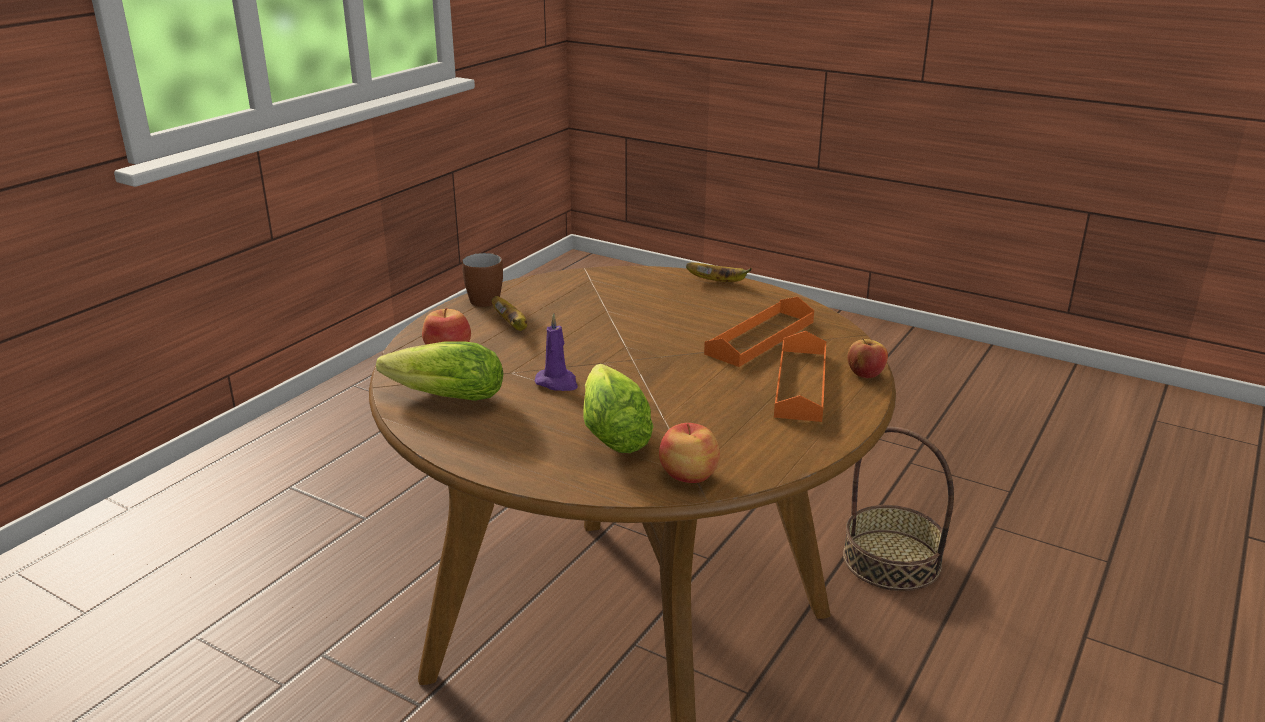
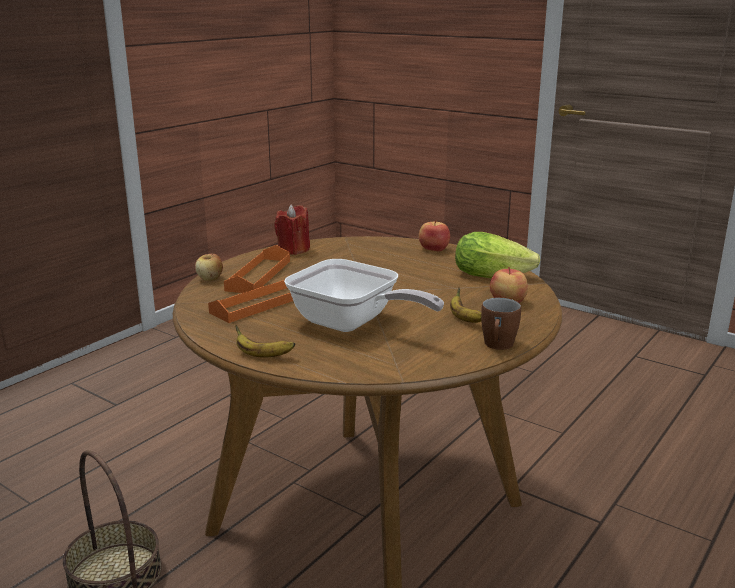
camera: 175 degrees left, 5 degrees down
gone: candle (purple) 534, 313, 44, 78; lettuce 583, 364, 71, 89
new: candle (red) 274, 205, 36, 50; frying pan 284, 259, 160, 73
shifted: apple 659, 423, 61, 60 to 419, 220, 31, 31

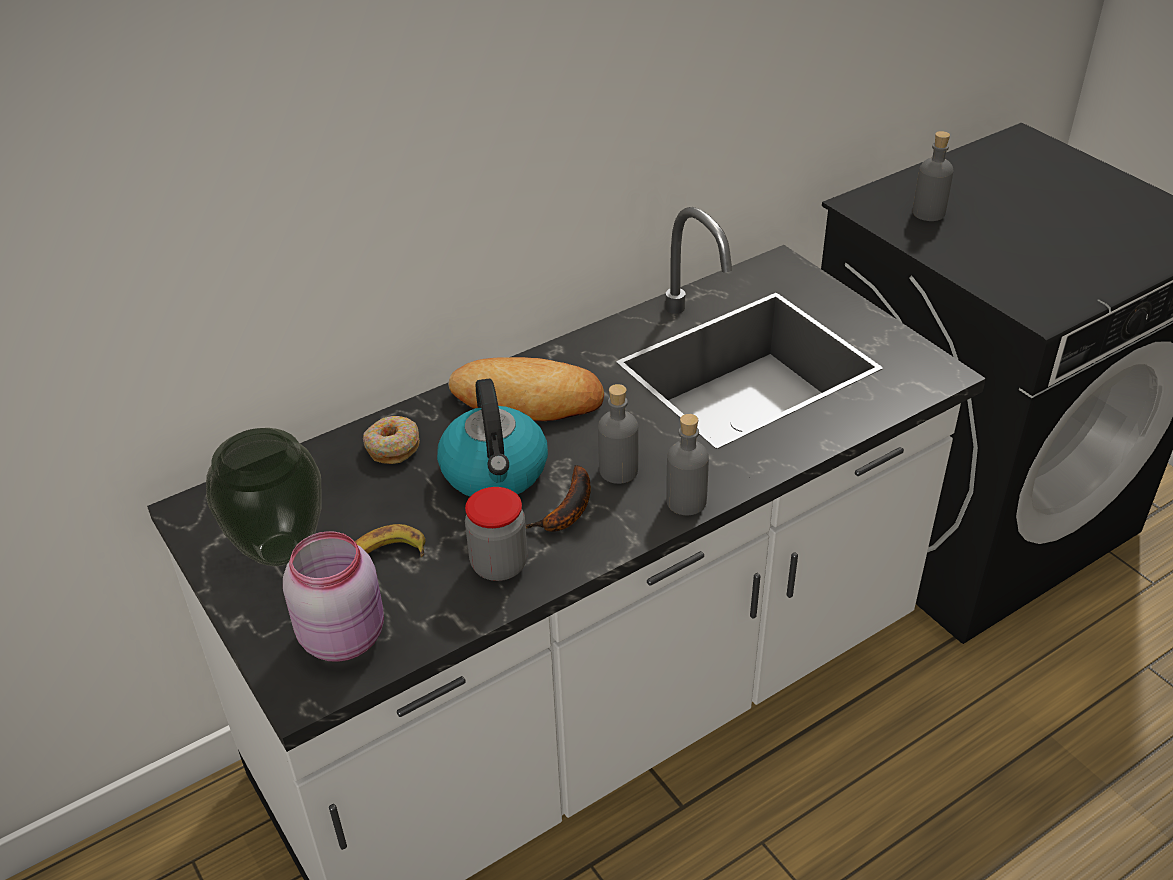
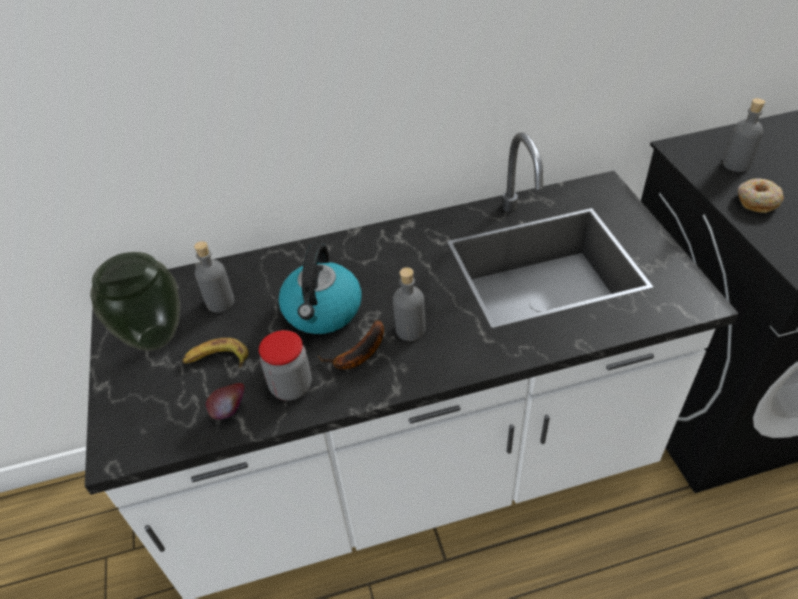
camera: 20 degrees right, 5 degrees up
gone: jar (pink) 283, 531, 101, 131; bread 448, 357, 156, 64
new: apple 206, 383, 38, 37
shifted: donut 363, 416, 57, 48 to 738, 178, 46, 35; bottle (grey) 666, 414, 43, 101 to 194, 241, 40, 71

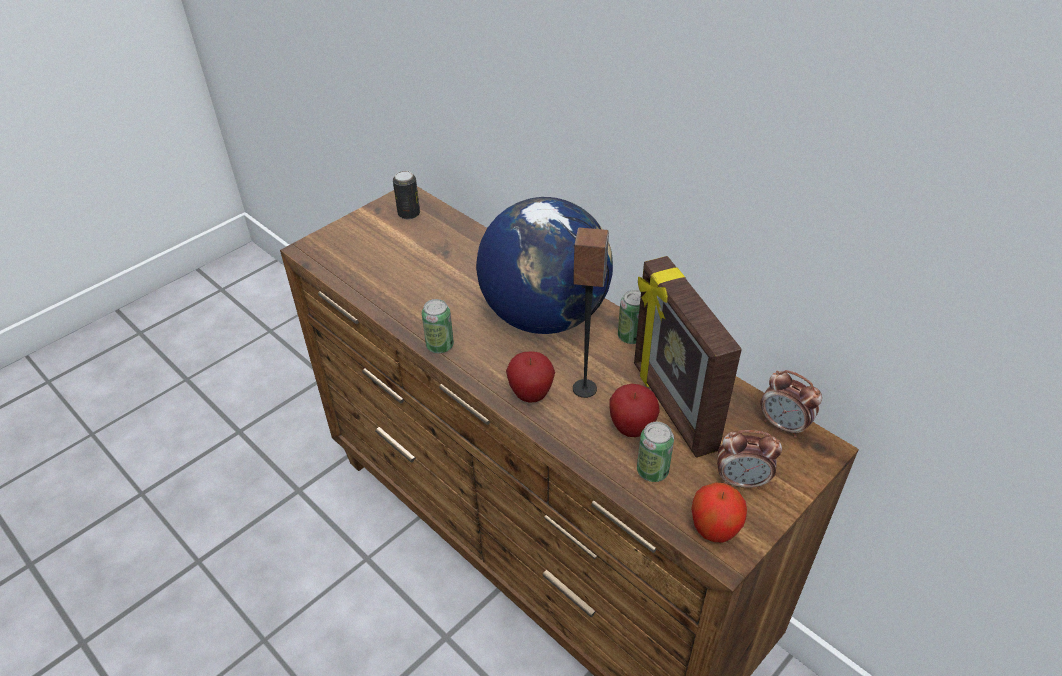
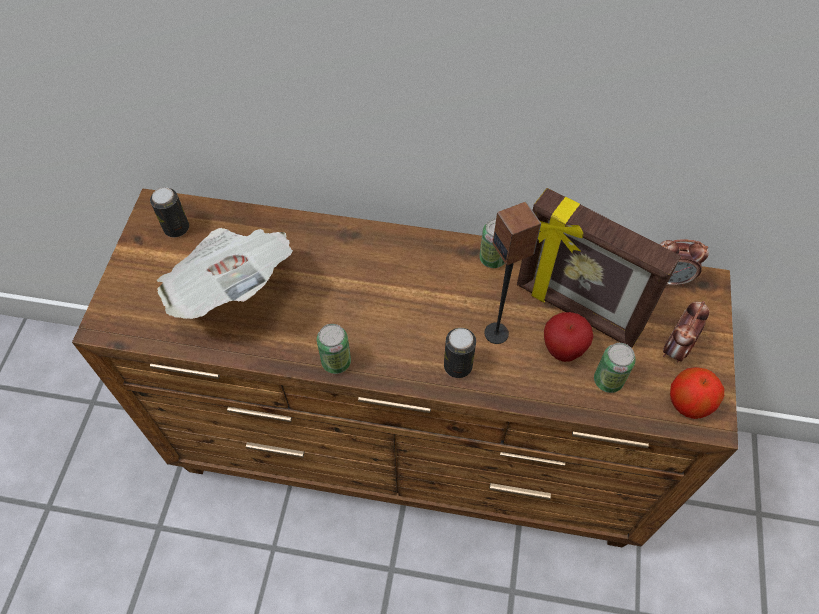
camera: 35 degrees left, 15 degrees up
gone: globe 476, 197, 137, 137
new: newspaper 157, 228, 136, 91
swapped: apple 506, 351, 49, 52 to can 444, 328, 32, 50
rotated: alarm clock 717, 430, 65, 60 = 663, 301, 47, 61 150 degrees clockwise

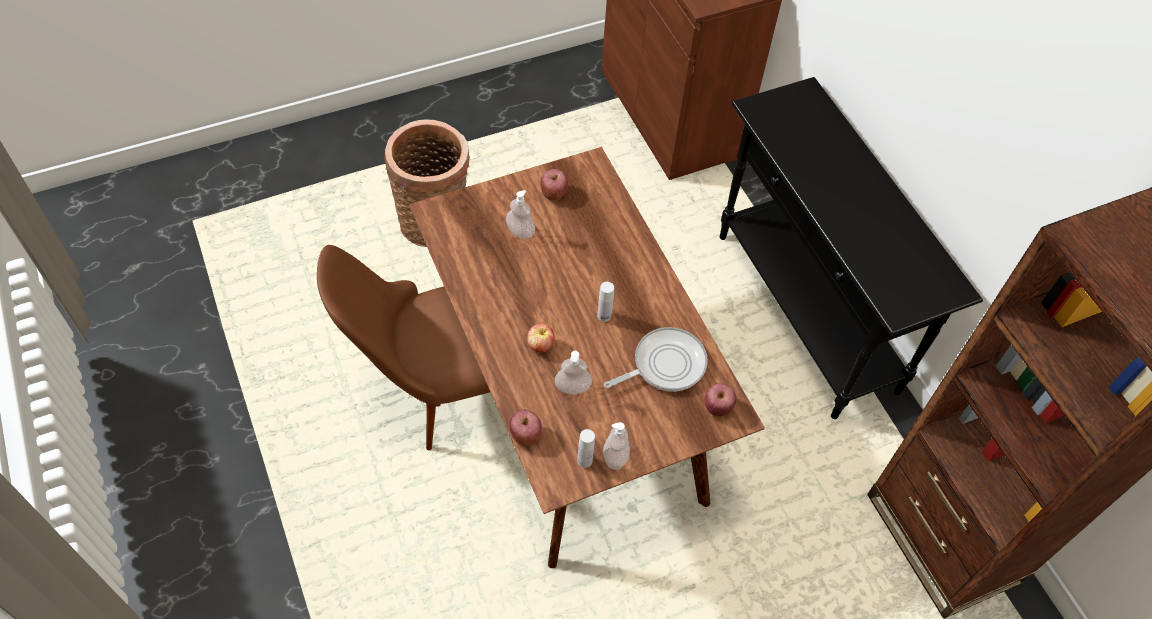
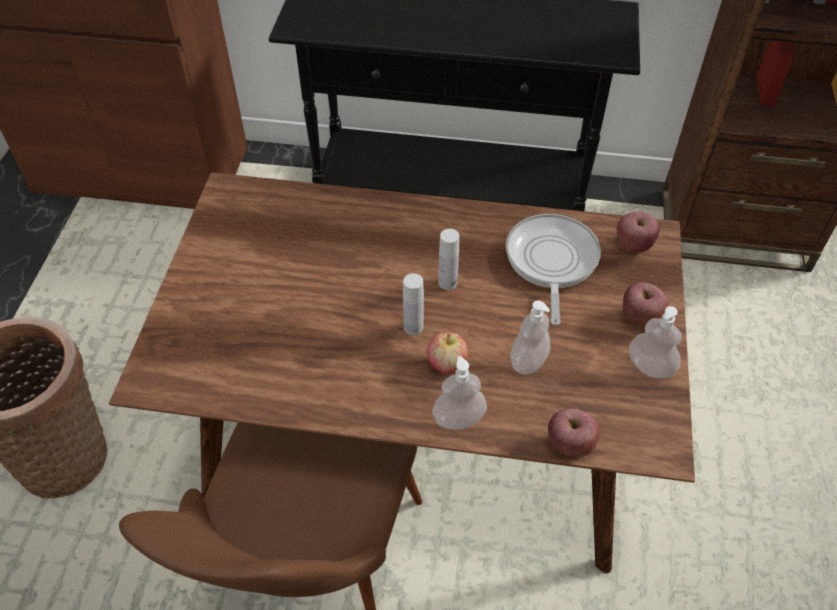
camera: 55 degrees left, 5 degrees down
shifted: soap dispenser 506, 190, 29, 49 to 432, 356, 55, 74; apple 540, 169, 28, 32 to 623, 282, 46, 46; bottle (white) 577, 429, 18, 39 to 403, 273, 21, 62

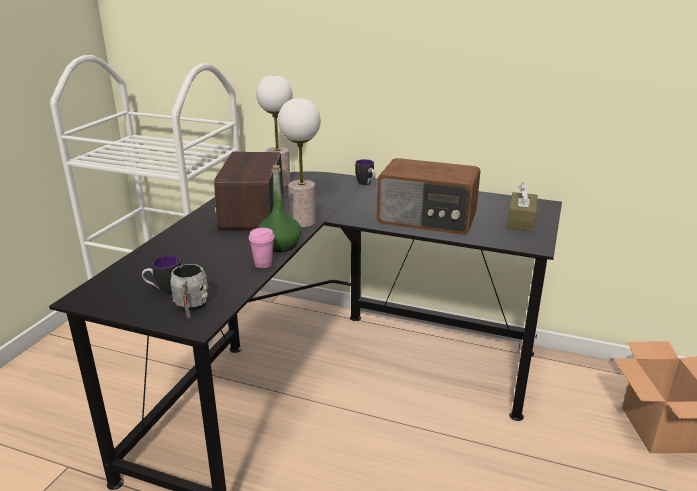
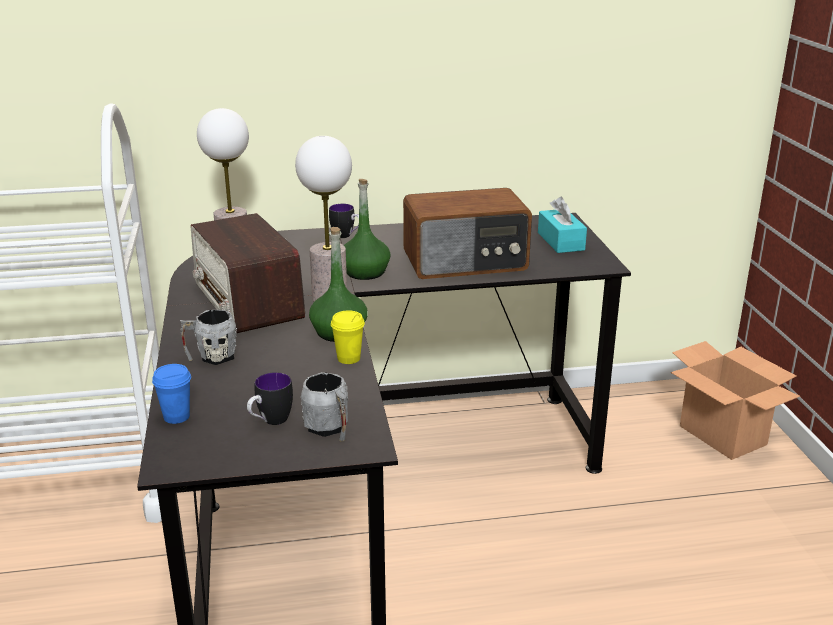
camera: 30 degrees left, 0 degrees up
new: cup (blue) 152, 364, 39, 60; mug (grey) 180, 310, 57, 55; bottle (green) 344, 179, 47, 101
repainted: cup (pink) 249, 228, 26, 40 to cup (yellow) 331, 310, 34, 54; tissue box (brown) 507, 182, 30, 49 to tissue box (turquoise) 538, 197, 49, 56

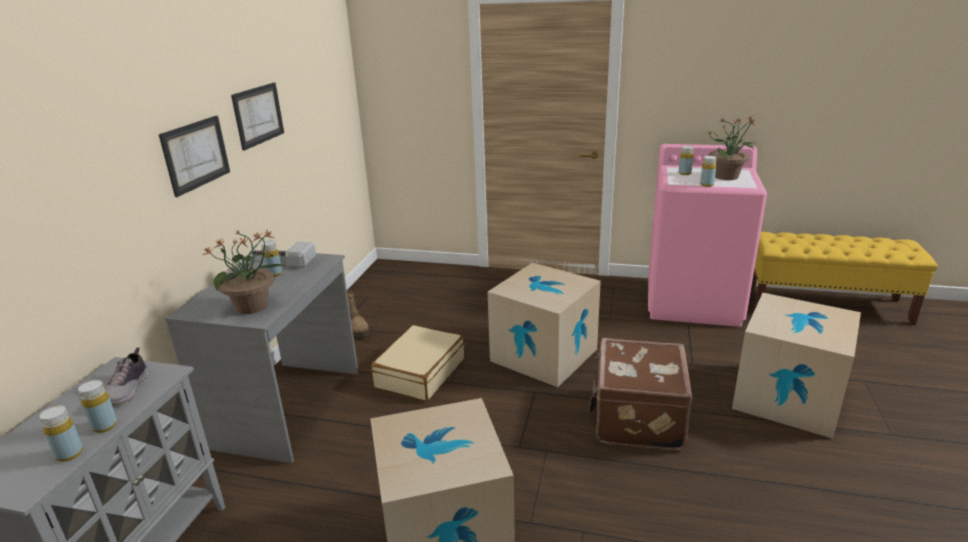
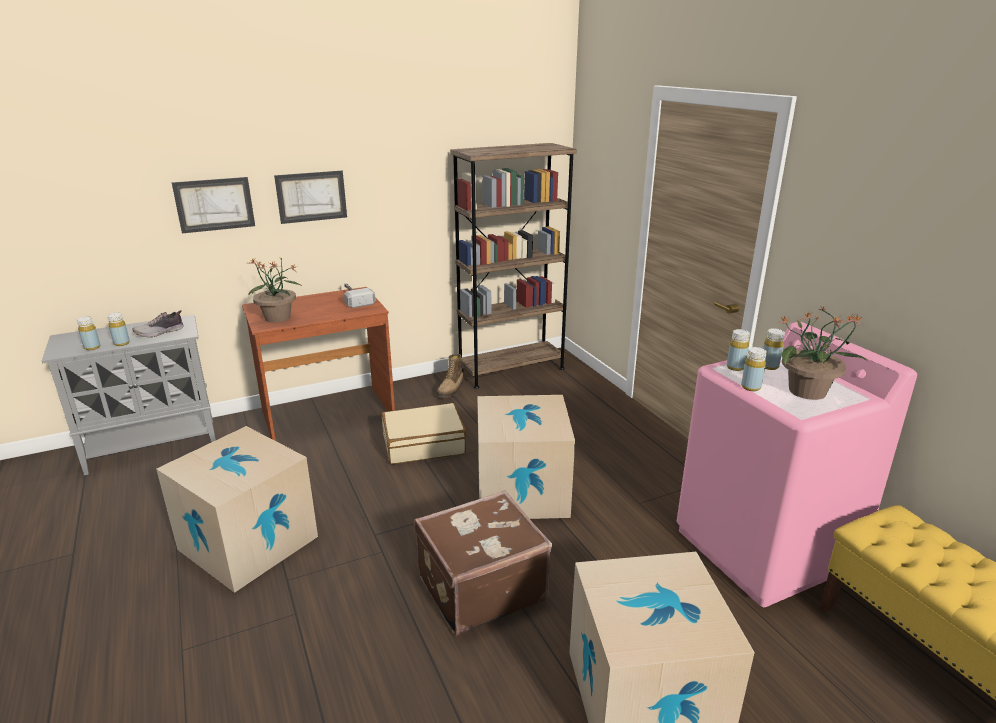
camera: 50 degrees right, 0 degrees up
new: bookcase (brown) 450, 143, 127, 246
shifted: picture 231, 83, 53, 67 to 172, 177, 83, 56; bottle (yellow) 261, 241, 21, 36 to 726, 329, 24, 42
repainted: desk (grey) 165, 249, 194, 214 to desk (brown) 242, 287, 153, 154

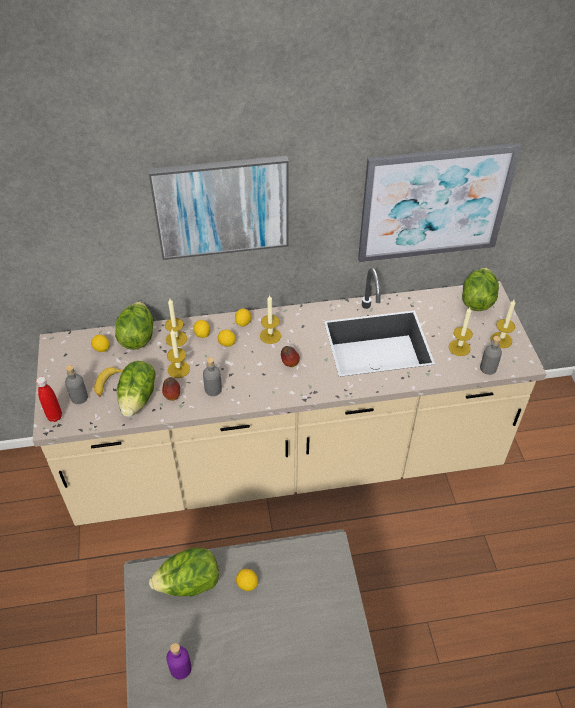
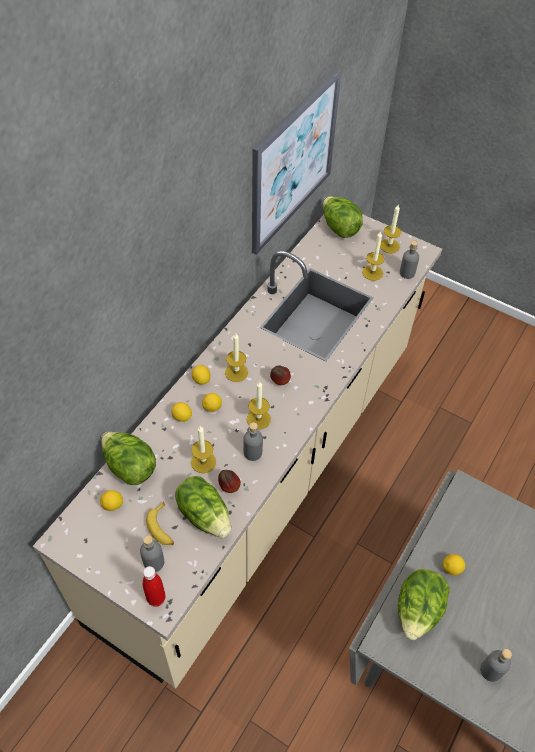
camera: 50 degrees left, 5 degrees up
gone: picture 148, 156, 141, 104
shifted: candle 165, 299, 22, 48 to 247, 381, 24, 49
repainted: bottle (purple) 166, 643, 26, 36 to bottle (grey) 480, 649, 32, 33

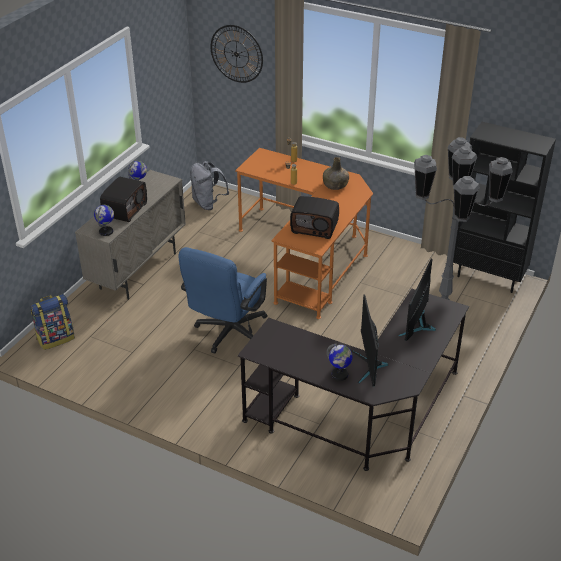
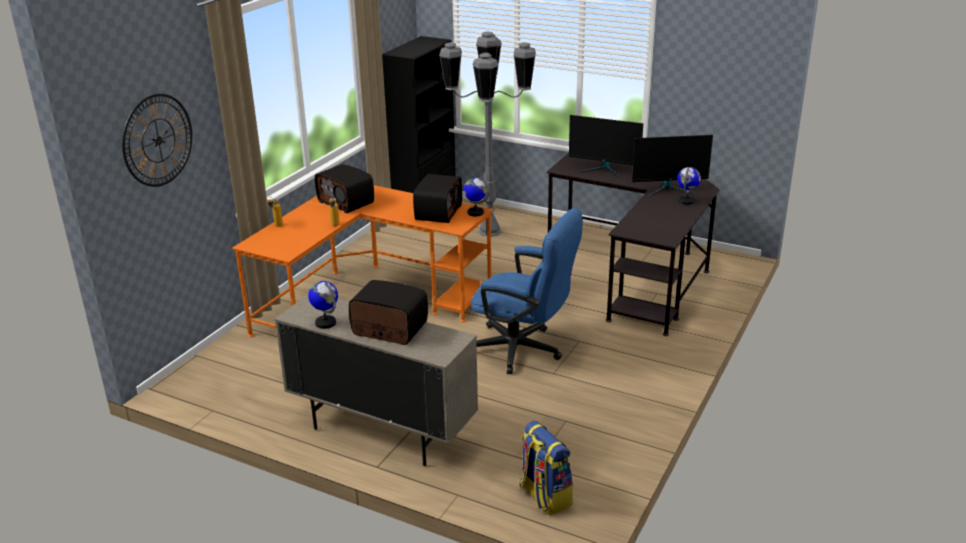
camera: 90 degrees left, 10 degrees down
gone: backpack (grey) 190, 161, 39, 49
shifted: globe 94, 205, 20, 31 to 464, 177, 26, 39
swapped: bottle (green) 323, 157, 26, 33 to radio 315, 164, 59, 49

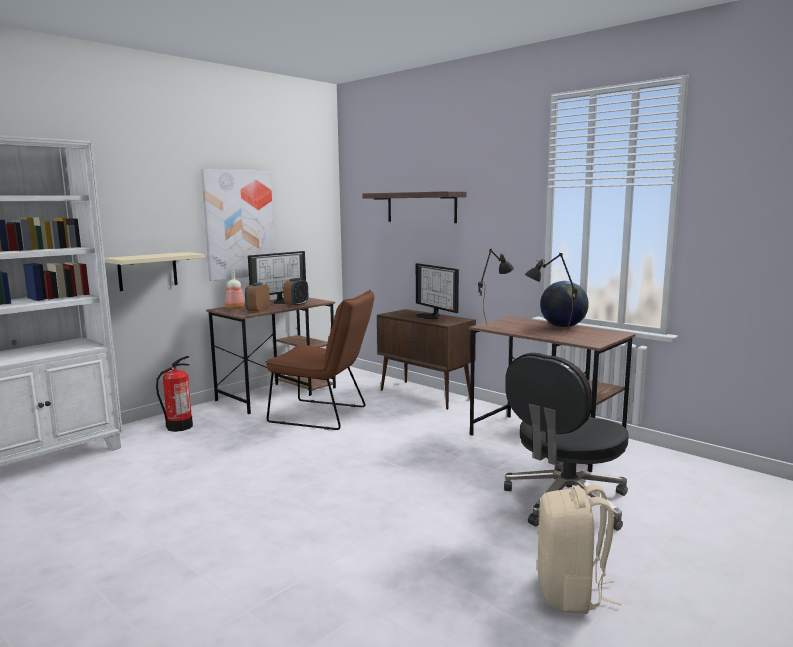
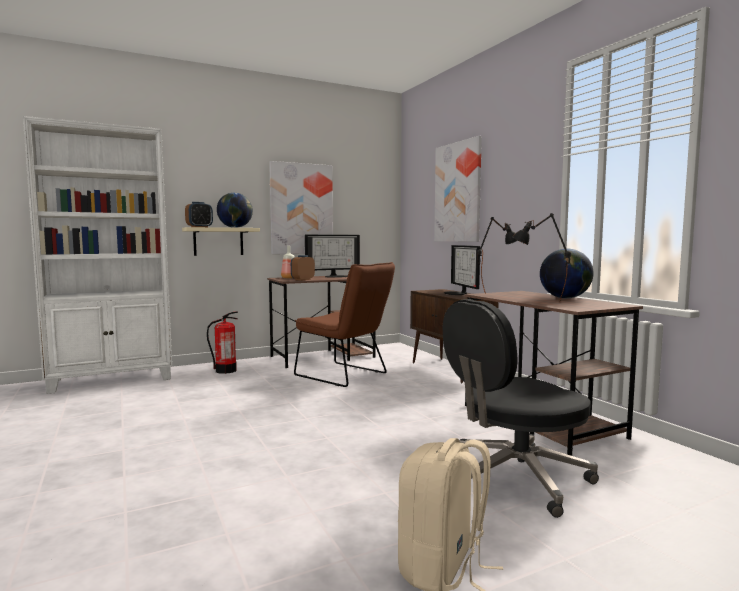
camera: 20 degrees right, 5 degrees down
new: globe 217, 193, 36, 35
shifted: alarm clock 283, 278, 25, 29 to 185, 202, 28, 25
swapped: shelf 363, 191, 104, 32 to picture 434, 136, 48, 106

